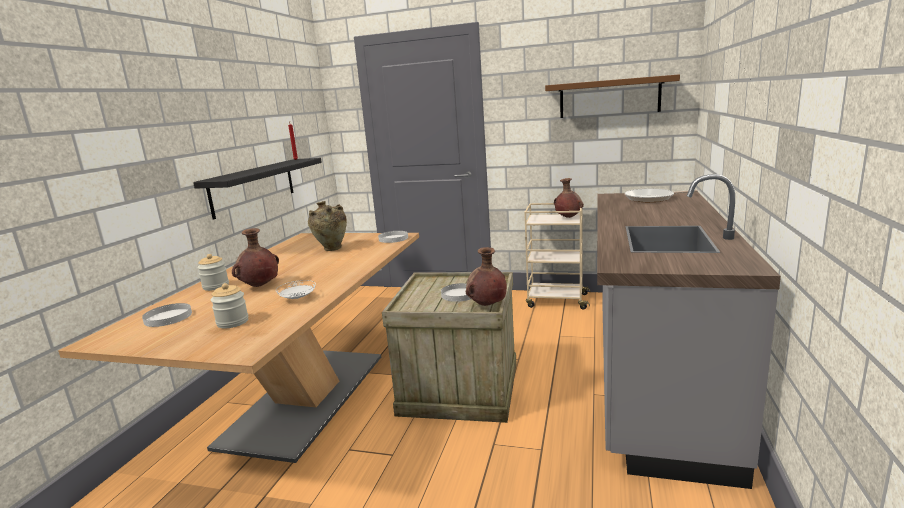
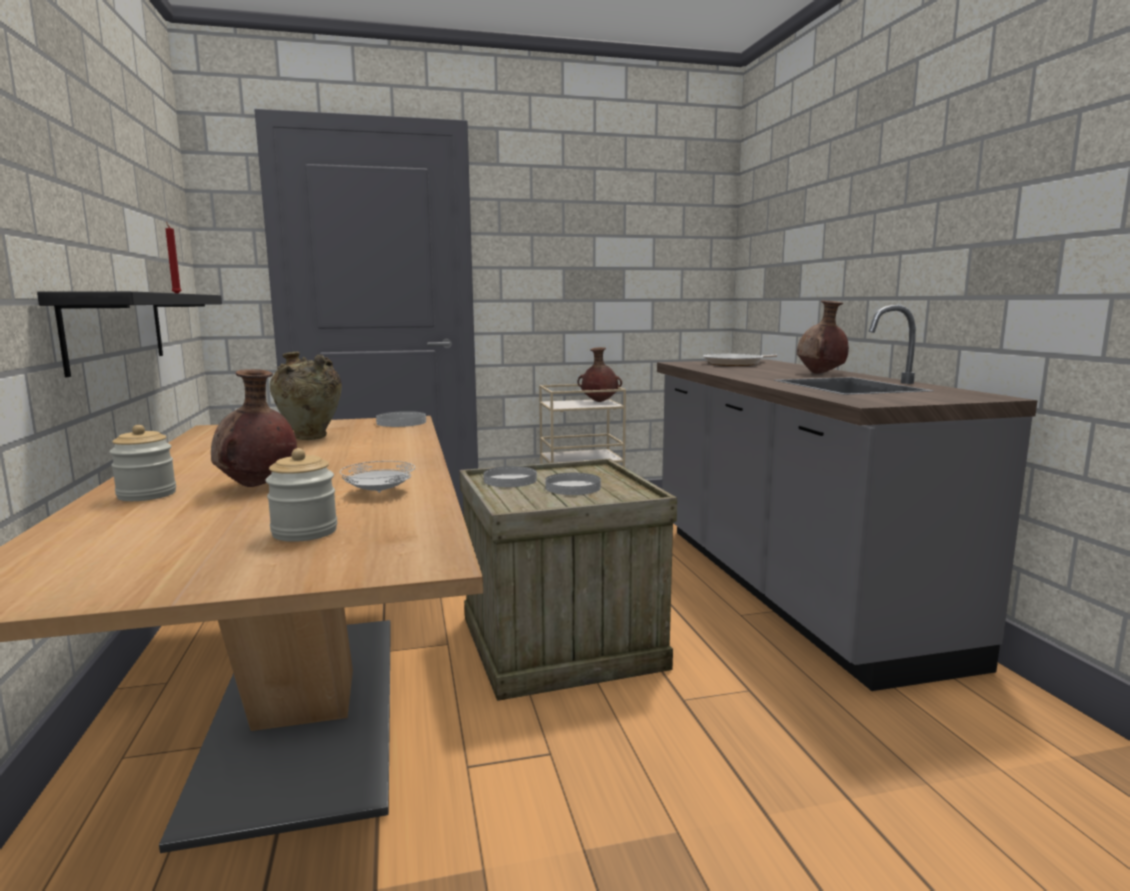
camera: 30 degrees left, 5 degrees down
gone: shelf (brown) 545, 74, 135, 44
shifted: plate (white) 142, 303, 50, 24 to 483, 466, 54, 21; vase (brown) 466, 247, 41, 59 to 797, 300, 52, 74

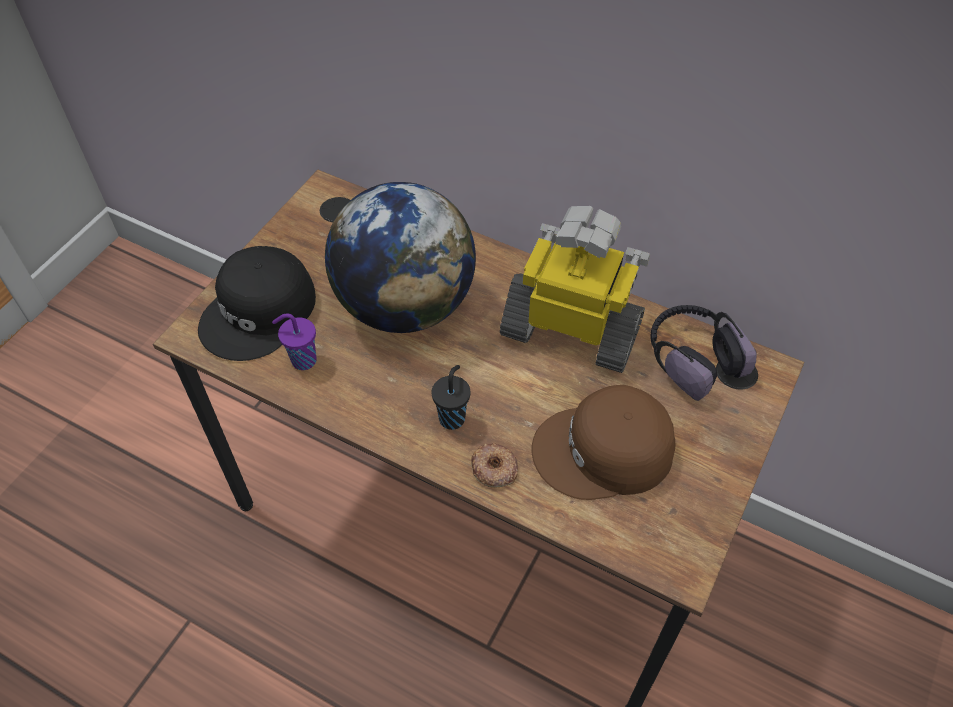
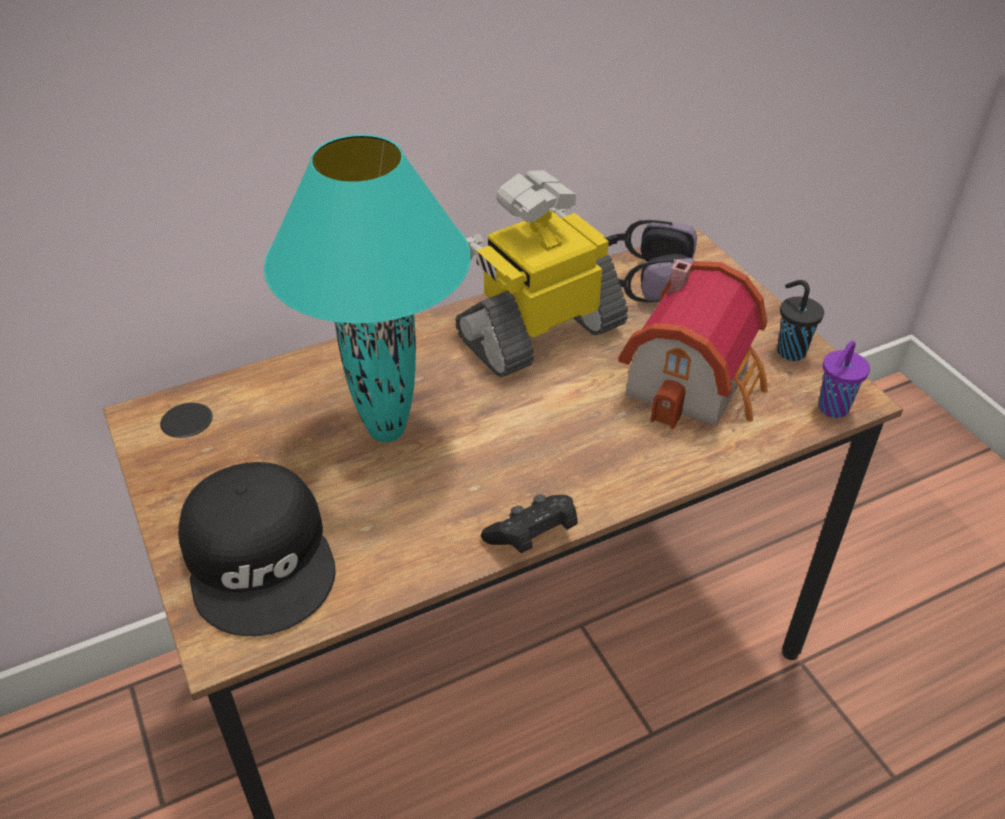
camera: 55 degrees left, 10 degrees down
gone: donut 471, 443, 47, 45
new: game controller (black) 481, 495, 97, 58
shifted: cup (purple) 272, 314, 45, 56 to 818, 341, 52, 77; cup (black) 431, 365, 40, 65 to 777, 280, 47, 81
swapped: globe 325, 182, 151, 151 to table lamp (turquoise) 264, 134, 207, 308; cap (brown) 532, 385, 143, 115 to toy house 618, 260, 150, 169

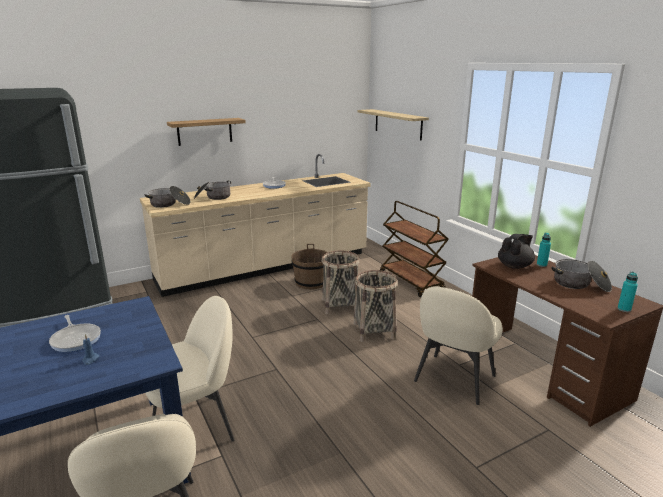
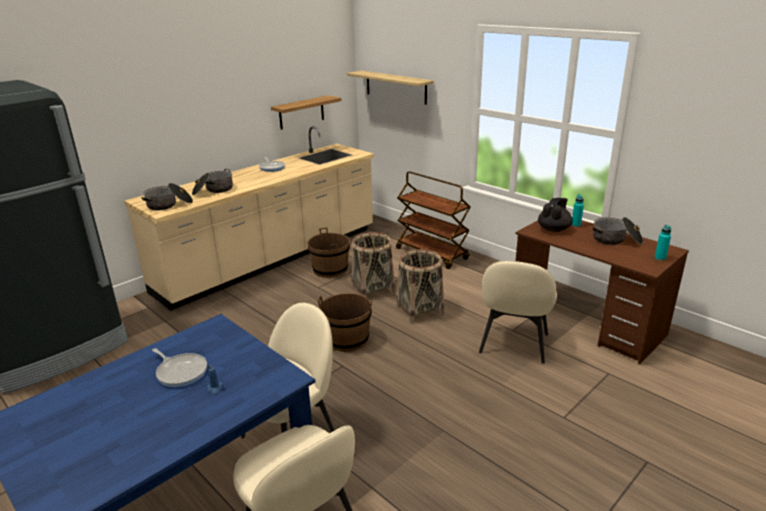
camera: 15 degrees left, 5 degrees up
new: bucket (brown) 318, 293, 54, 59
shifted: shelf 167, 118, 79, 28 to 271, 95, 70, 34

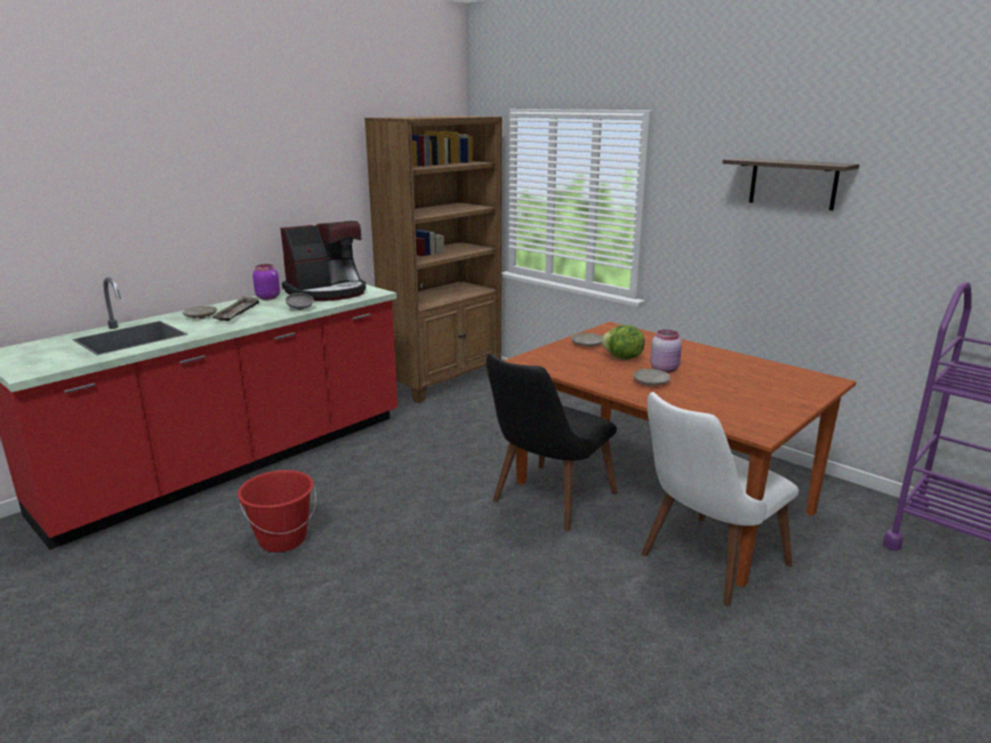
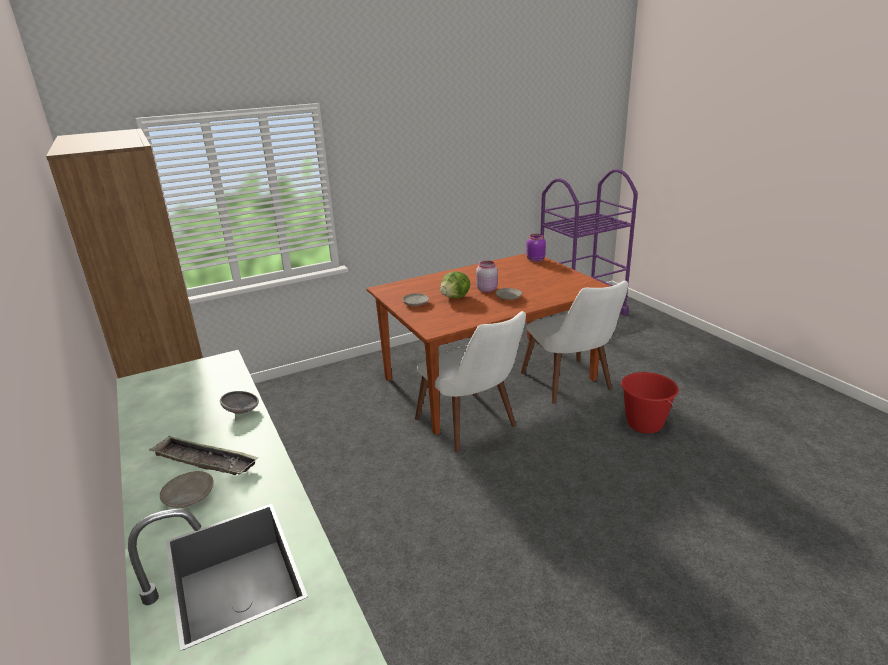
camera: 70 degrees left, 5 degrees up
gone: coffee machine 280, 221, 86, 80; shelf 723, 158, 136, 53
shifted: bucket (red) 238, 470, 78, 82 to 621, 372, 58, 61; jar (purple) 253, 264, 27, 36 to 526, 234, 20, 28
repainted: chair (black) 486, 353, 132, 179 to chair (white) 415, 311, 111, 141

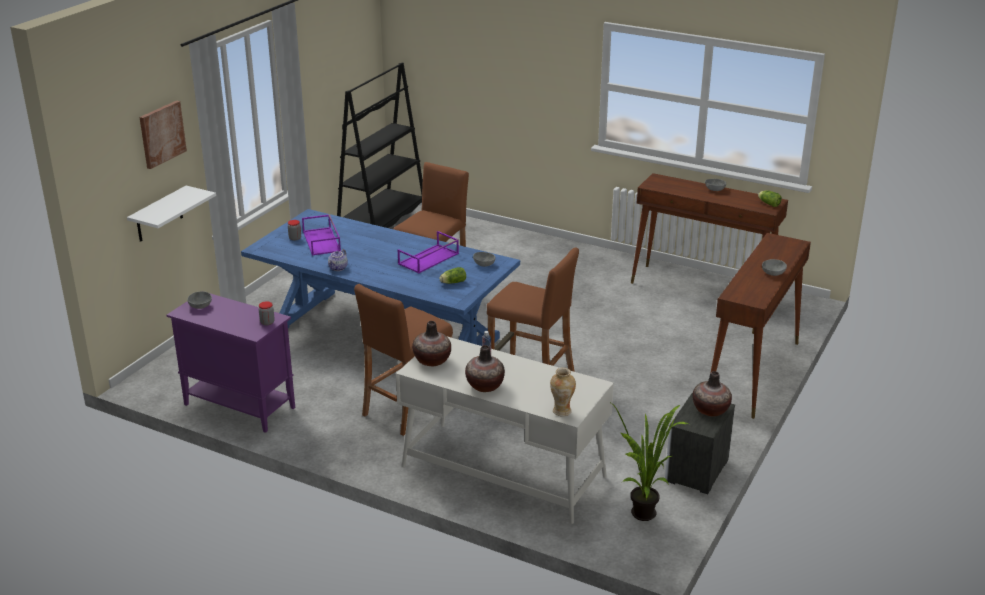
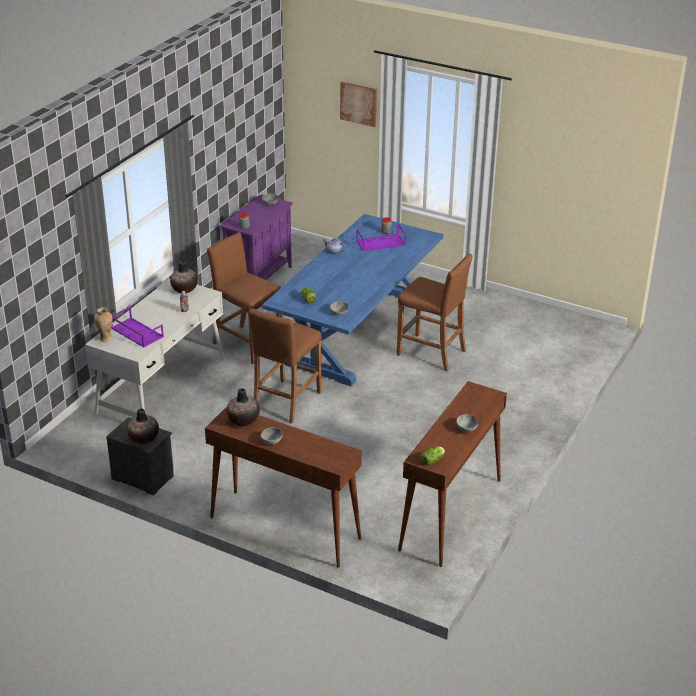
camera: 90 degrees right, 5 degrees up
gone: shelf (white) 127, 186, 89, 56; bookcase (black) 337, 63, 86, 165; potted plant 609, 402, 80, 119
shifted: tray (purple) 398, 231, 61, 43 to 111, 307, 53, 40; vase 465, 345, 40, 47 to 227, 388, 33, 38

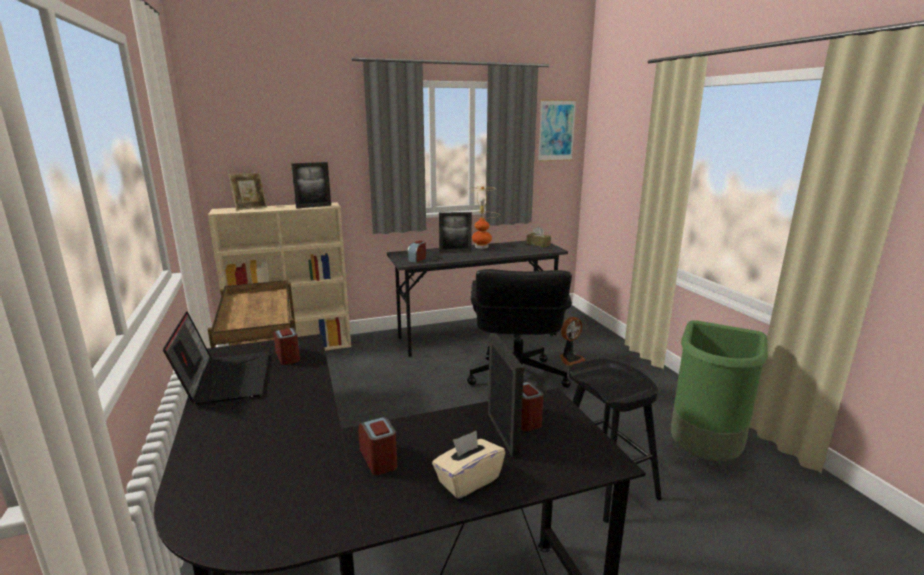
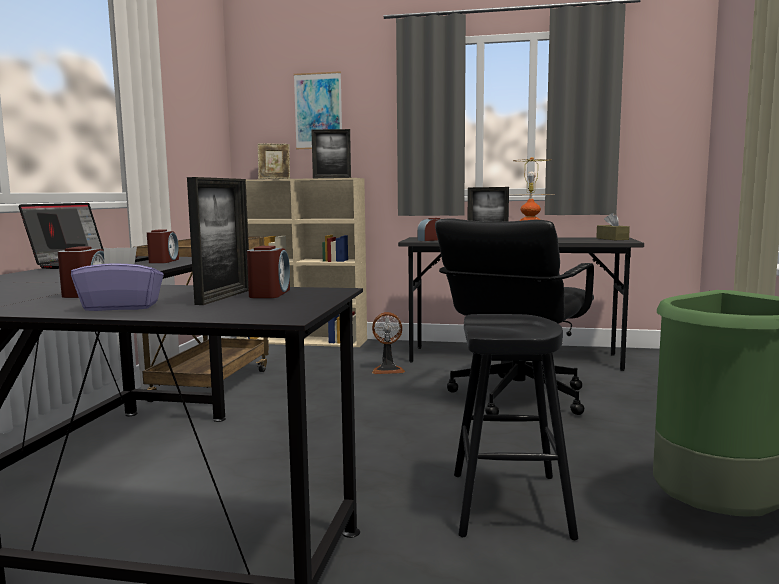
camera: 30 degrees right, 10 degrees down
shifted: picture 538, 99, 38, 63 to 294, 71, 48, 78; fan 560, 317, 25, 49 to 372, 312, 33, 62
repainted: tissue box (beige) 432, 431, 73, 68 to tissue box (purple) 71, 247, 93, 64

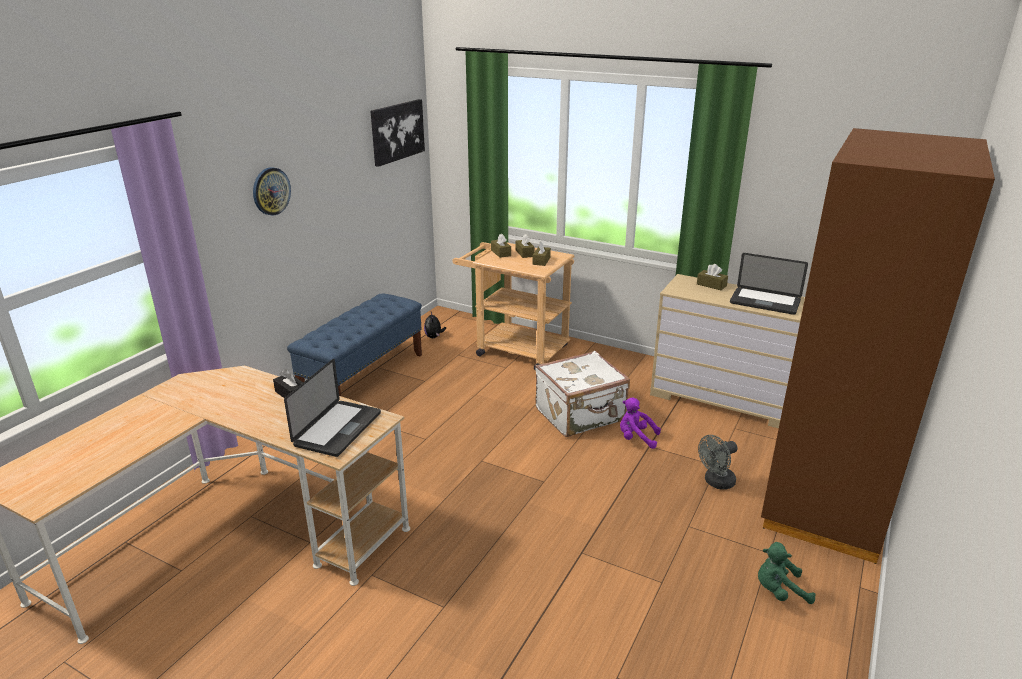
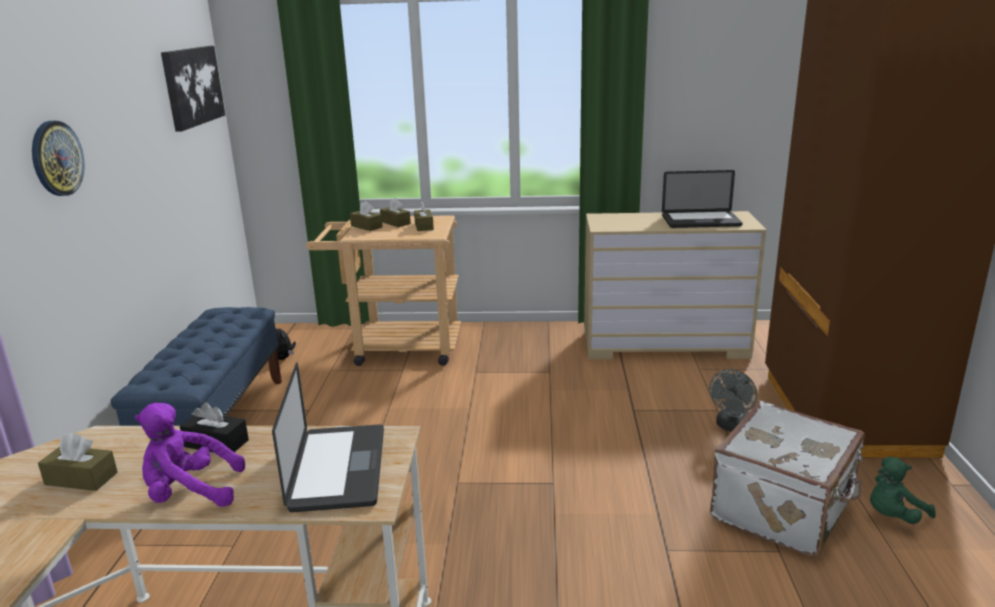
camera: 25 degrees left, 5 degrees down
shifted: suitcase (white) 535, 351, 95, 86 to 710, 401, 155, 156; plush toy (purple) 620, 397, 41, 52 to 135, 403, 110, 104; tissue box (brown) 697, 264, 31, 26 to 38, 433, 80, 58

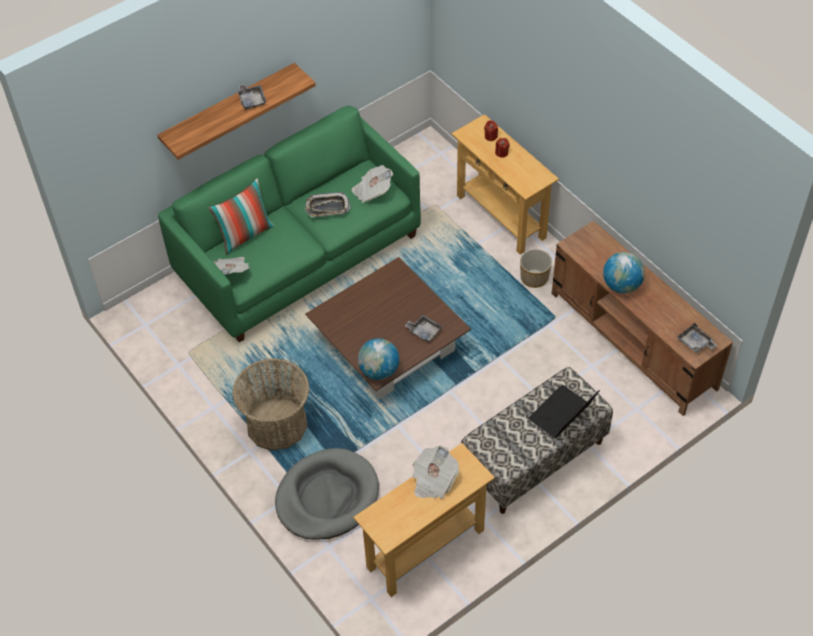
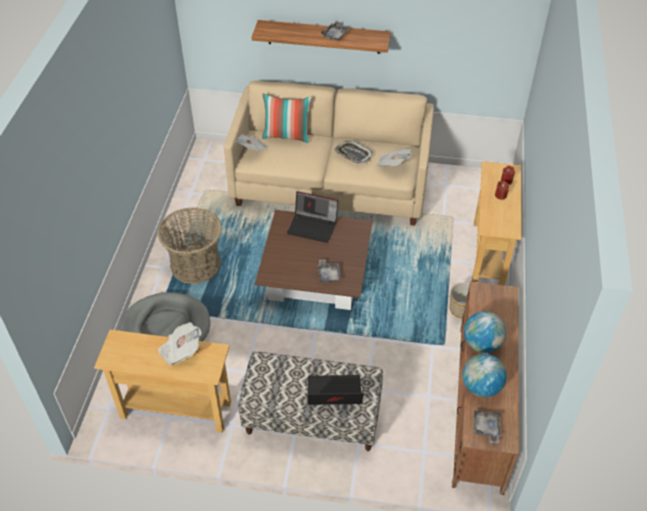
camera: 45 degrees right, 5 degrees down
new: laptop 287, 191, 51, 52
shifted: globe 358, 338, 41, 42 to 463, 354, 44, 43
repainted: sofa (green) 158, 106, 263, 237 to sofa (beige) 224, 81, 210, 145

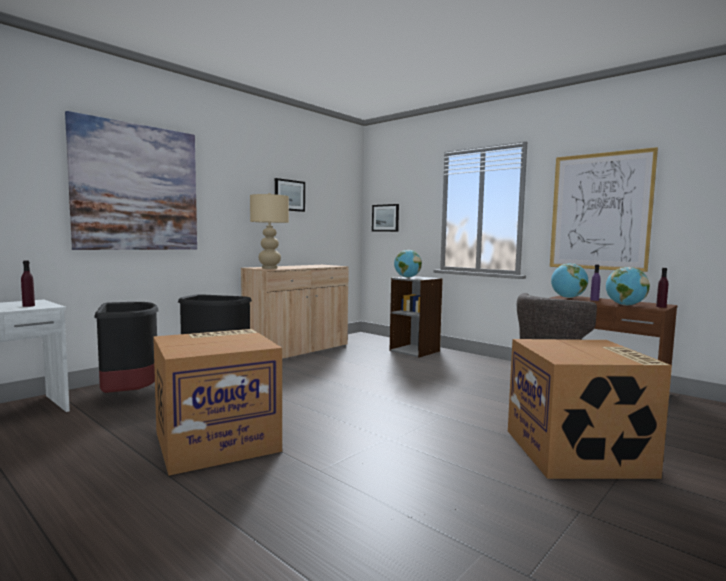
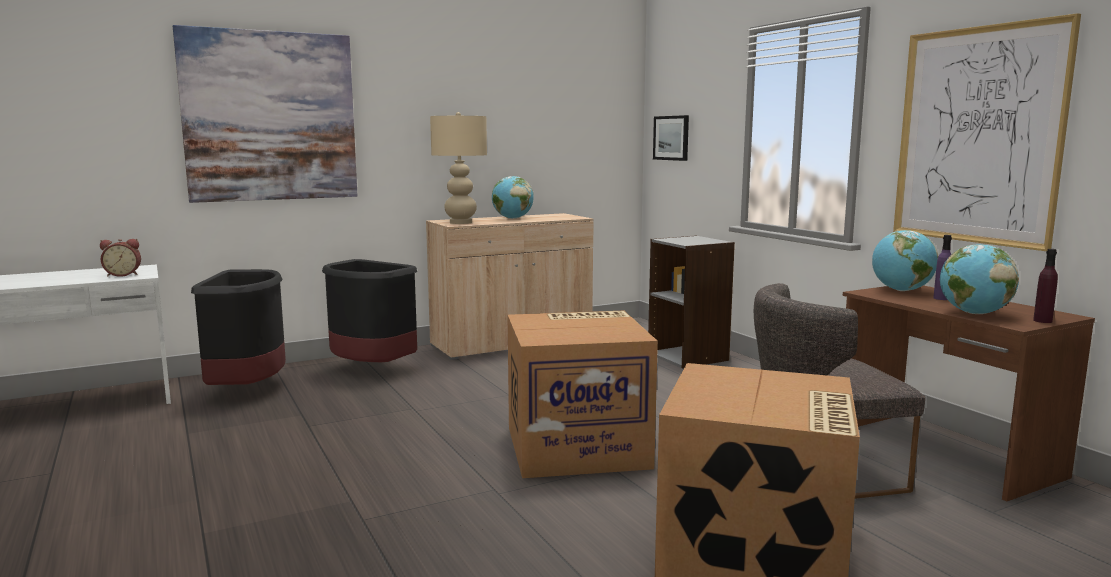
camera: 20 degrees right, 5 degrees up
gone: picture 275, 178, 30, 34
shifted: cardboard box 153, 329, 129, 147 to 508, 311, 150, 167; globe 394, 250, 28, 28 to 492, 176, 42, 43
swapped: bottle (purple) 21, 261, 14, 46 to alarm clock 100, 239, 41, 38

